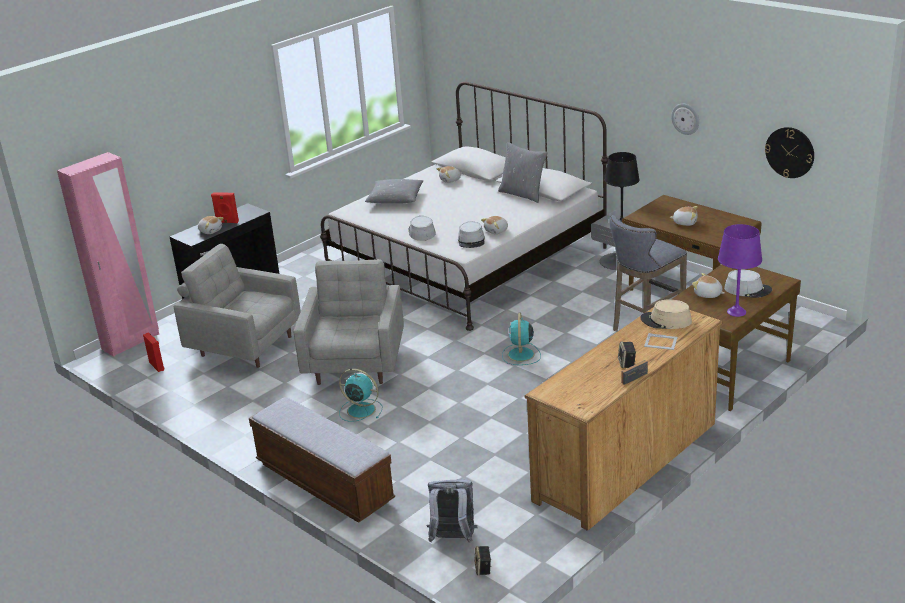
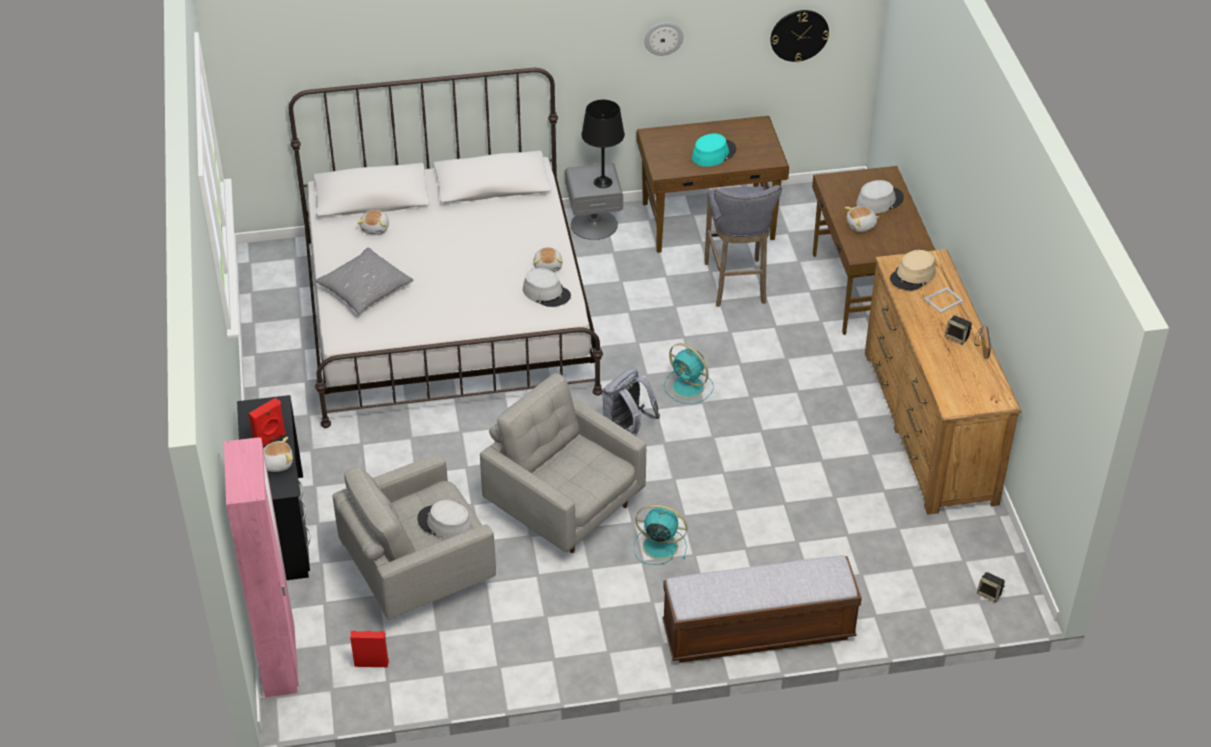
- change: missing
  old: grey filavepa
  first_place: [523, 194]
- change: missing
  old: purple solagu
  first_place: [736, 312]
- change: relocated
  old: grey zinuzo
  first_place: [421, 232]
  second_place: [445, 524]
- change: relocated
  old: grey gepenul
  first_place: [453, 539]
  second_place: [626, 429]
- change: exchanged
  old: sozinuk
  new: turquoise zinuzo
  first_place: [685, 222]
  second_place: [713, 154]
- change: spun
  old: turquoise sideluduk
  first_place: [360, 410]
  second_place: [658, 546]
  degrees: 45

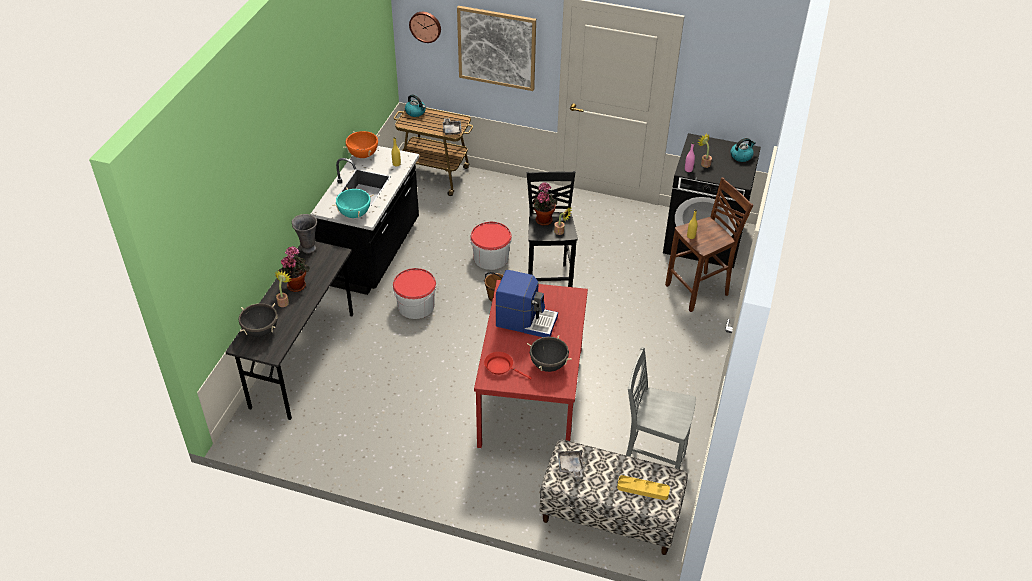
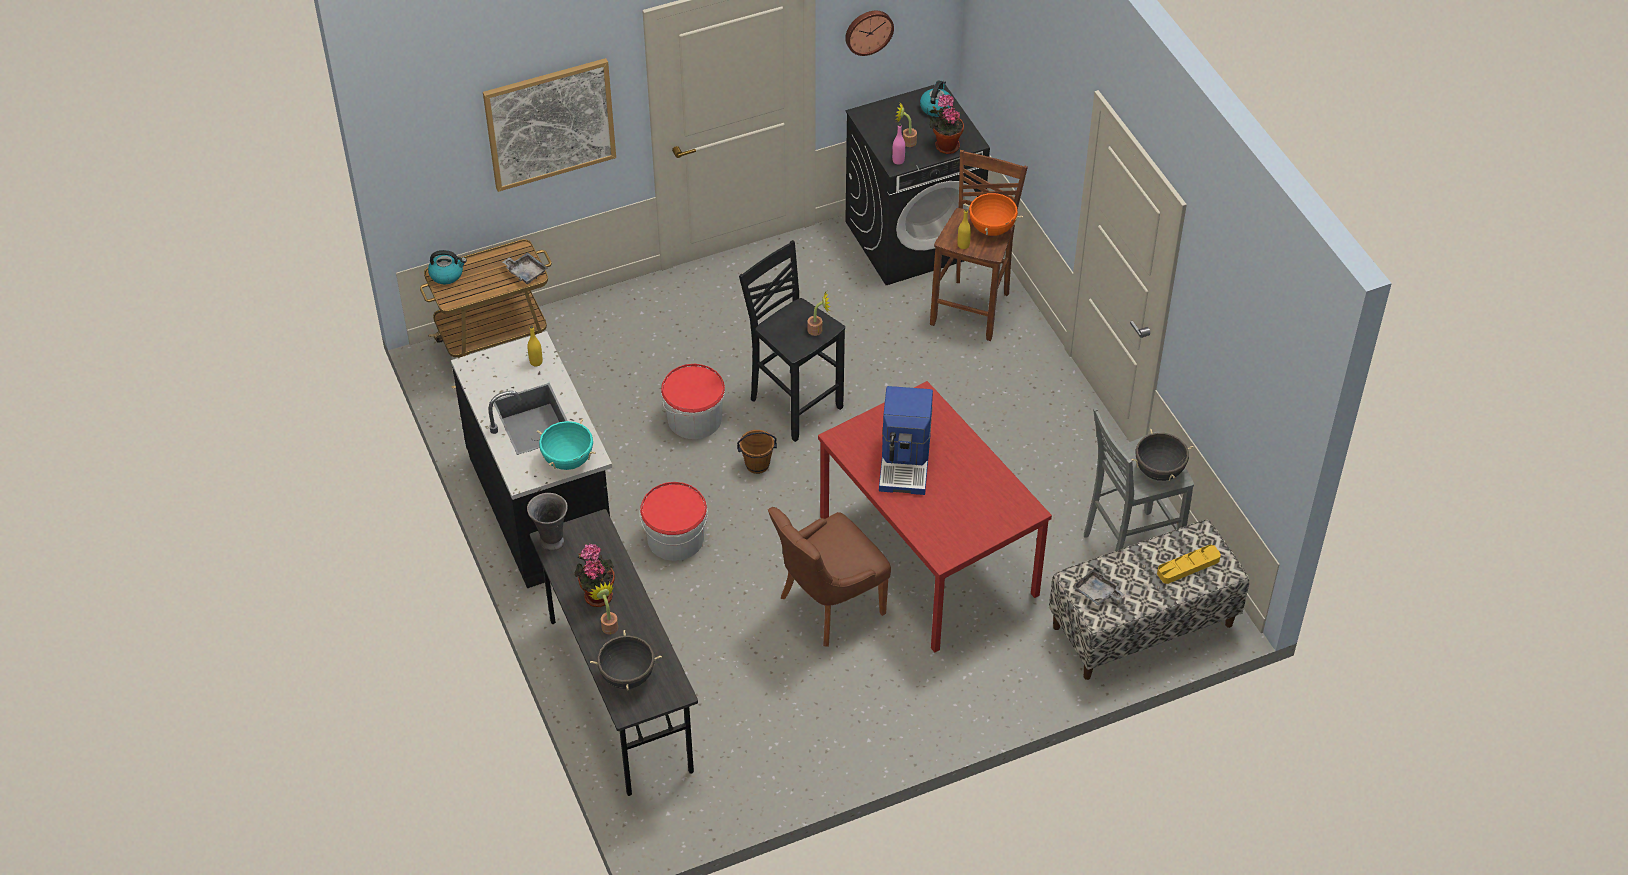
- change: missing
  old: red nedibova
  first_place: [501, 367]
- change: appeared
  new: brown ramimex
  second_place: [828, 606]
- change: relocated
  old: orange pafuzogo
  first_place: [363, 155]
  second_place: [992, 229]
- change: relocated
  old: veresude
  first_place: [425, 26]
  second_place: [868, 31]
- change: relocated
  old: black pafuzogo
  first_place: [548, 365]
  second_place: [1159, 471]
- change: relocated
  old: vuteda
  first_place: [543, 219]
  second_place: [945, 145]
- change: spun
  old: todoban
  first_place: [526, 320]
  second_place: [906, 462]
  degrees: 120

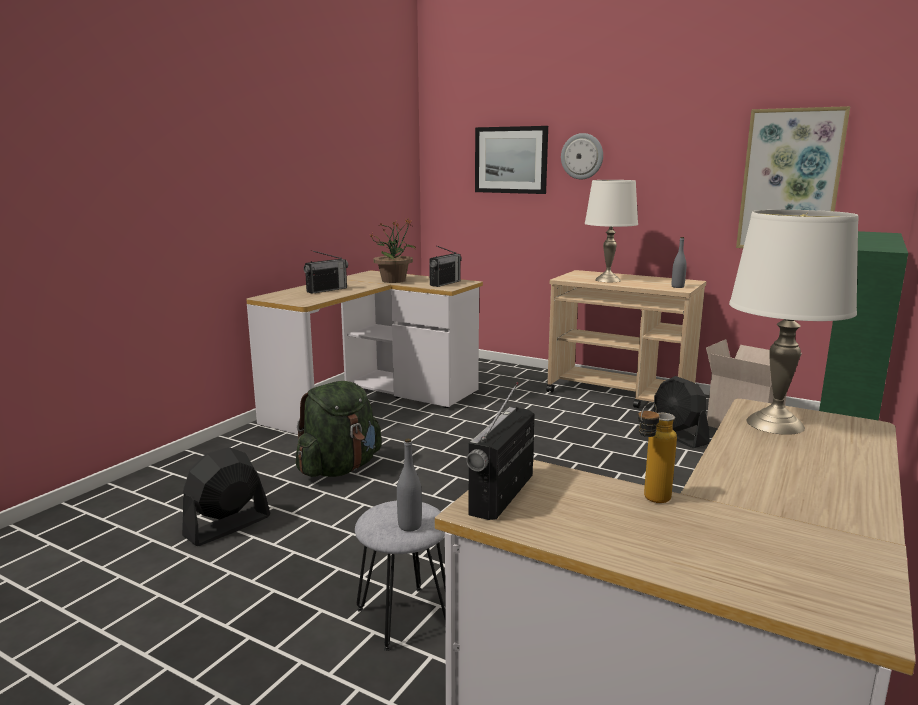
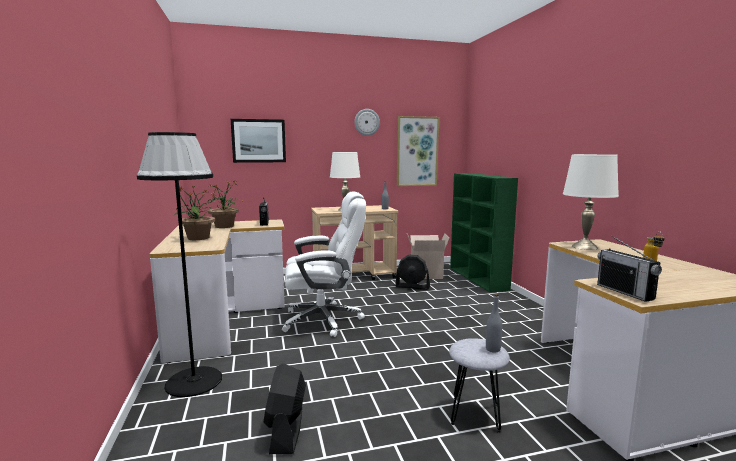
- change: missing
  old: green gepenul
  first_place: [339, 468]
- change: appeared
  new: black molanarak
  second_place: [193, 381]
- change: appeared
  new: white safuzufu
  second_place: [324, 319]
- change: relocated
  old: veresude
  first_place: [582, 156]
  second_place: [366, 122]
- change: exchanged
  old: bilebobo
  new: vuteda
  first_place: [326, 290]
  second_place: [197, 238]

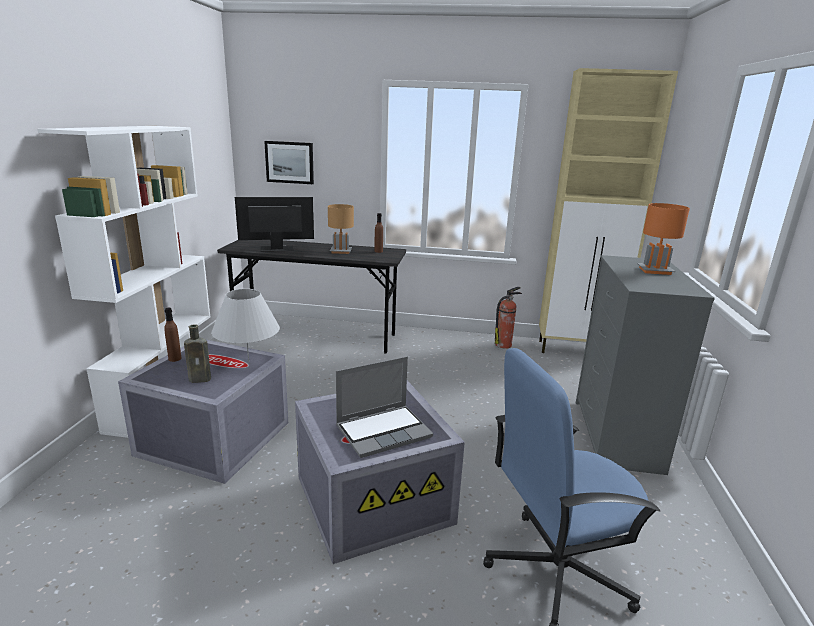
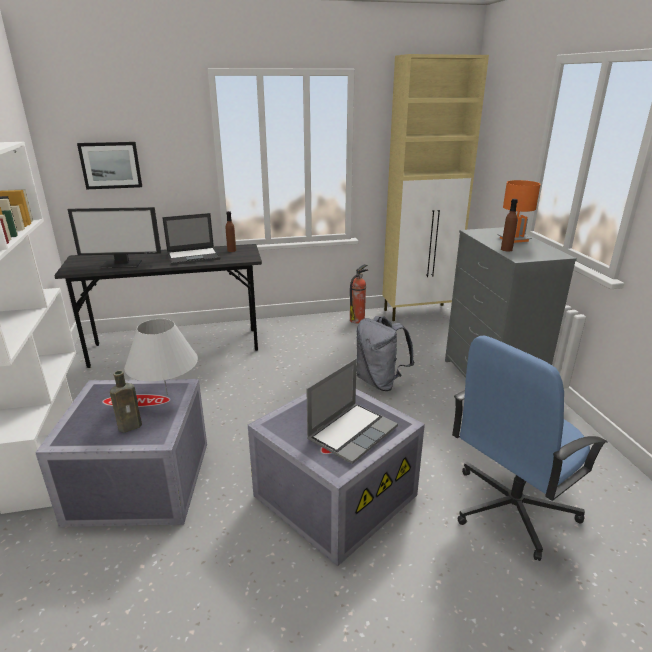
- change: appeared
  new: grey gepenul
  second_place: [380, 382]
- change: relocated
  old: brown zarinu
  first_place: [175, 359]
  second_place: [506, 249]
- change: exchanged
  old: brown solagu
  new: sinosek
  first_place: [341, 251]
  second_place: [194, 256]
- change: spun
  old: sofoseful
  first_place: [276, 249]
  second_place: [122, 264]
  degrees: -150

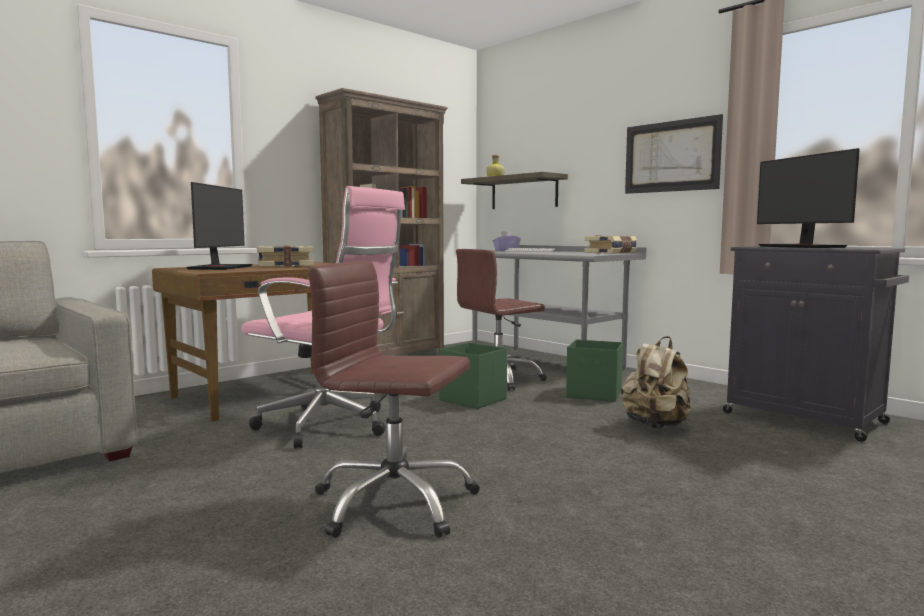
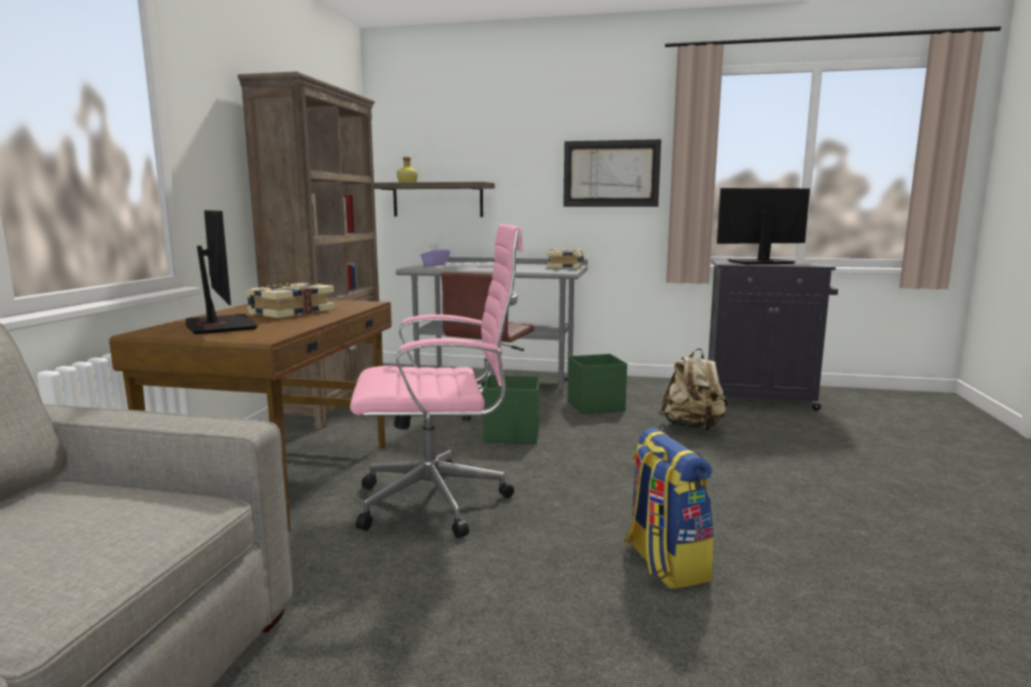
- change: exchanged
  old: brown safuzufu
  new: gepenul
  first_place: [394, 503]
  second_place: [664, 563]
- change: spun
  old: sofoseful
  first_place: [802, 247]
  second_place: [761, 262]
  degrees: 135

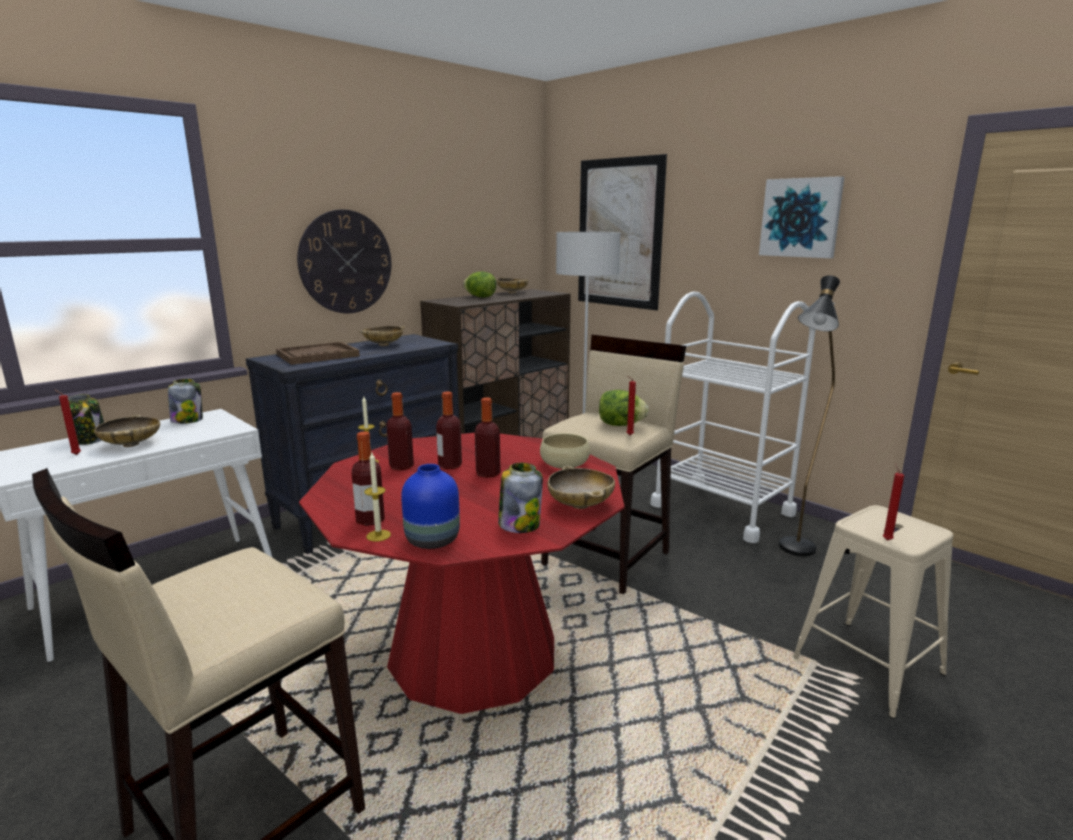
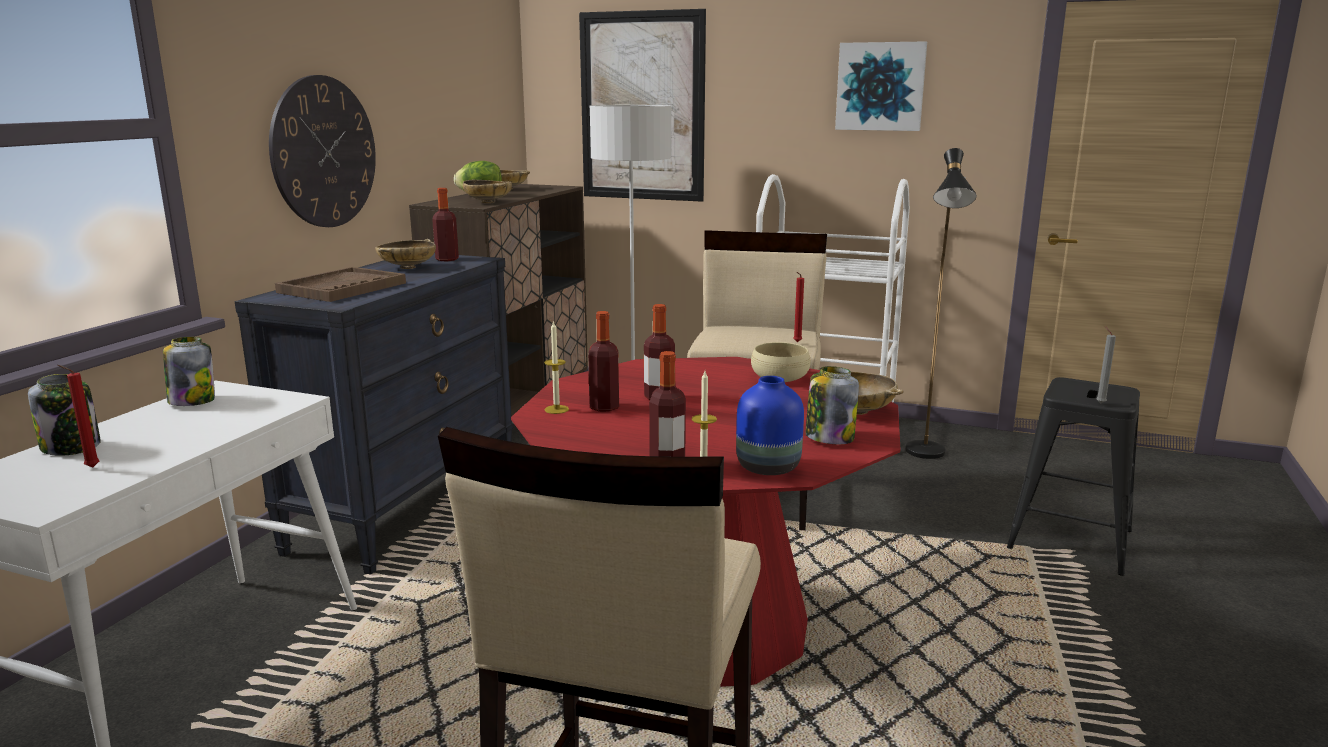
- change: missing
  old: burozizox
  first_place: [620, 425]
- change: relocated
  old: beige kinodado
  first_place: [131, 445]
  second_place: [488, 202]
- change: relocated
  old: zarinu
  first_place: [488, 473]
  second_place: [447, 259]
- change: colour
  old: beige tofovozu
  new: black tofovozu
  first_place: [868, 666]
  second_place: [1070, 540]
- change: colour
  old: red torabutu
  new: grey torabutu
  first_place: [886, 539]
  second_place: [1099, 403]

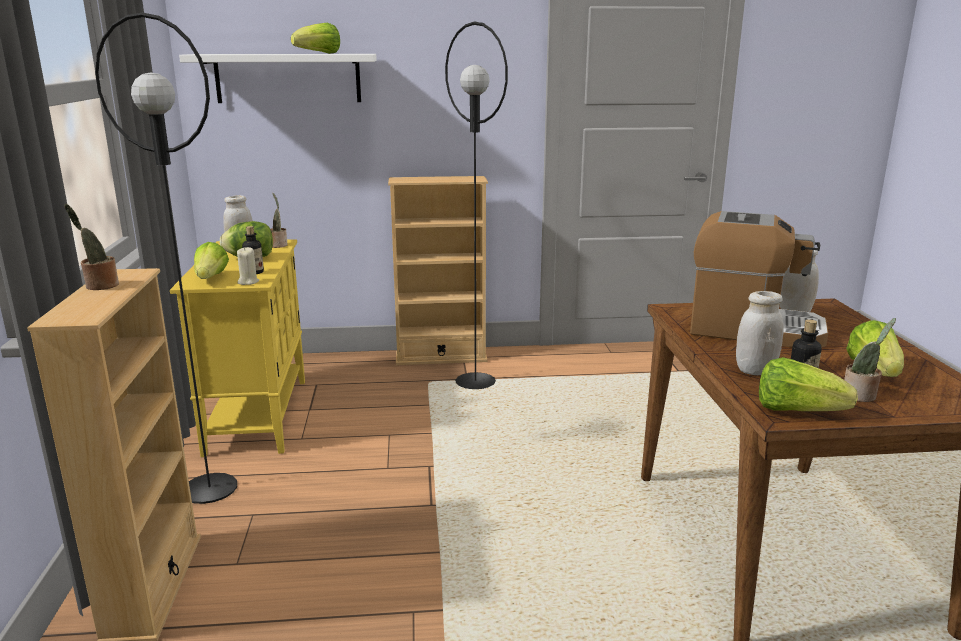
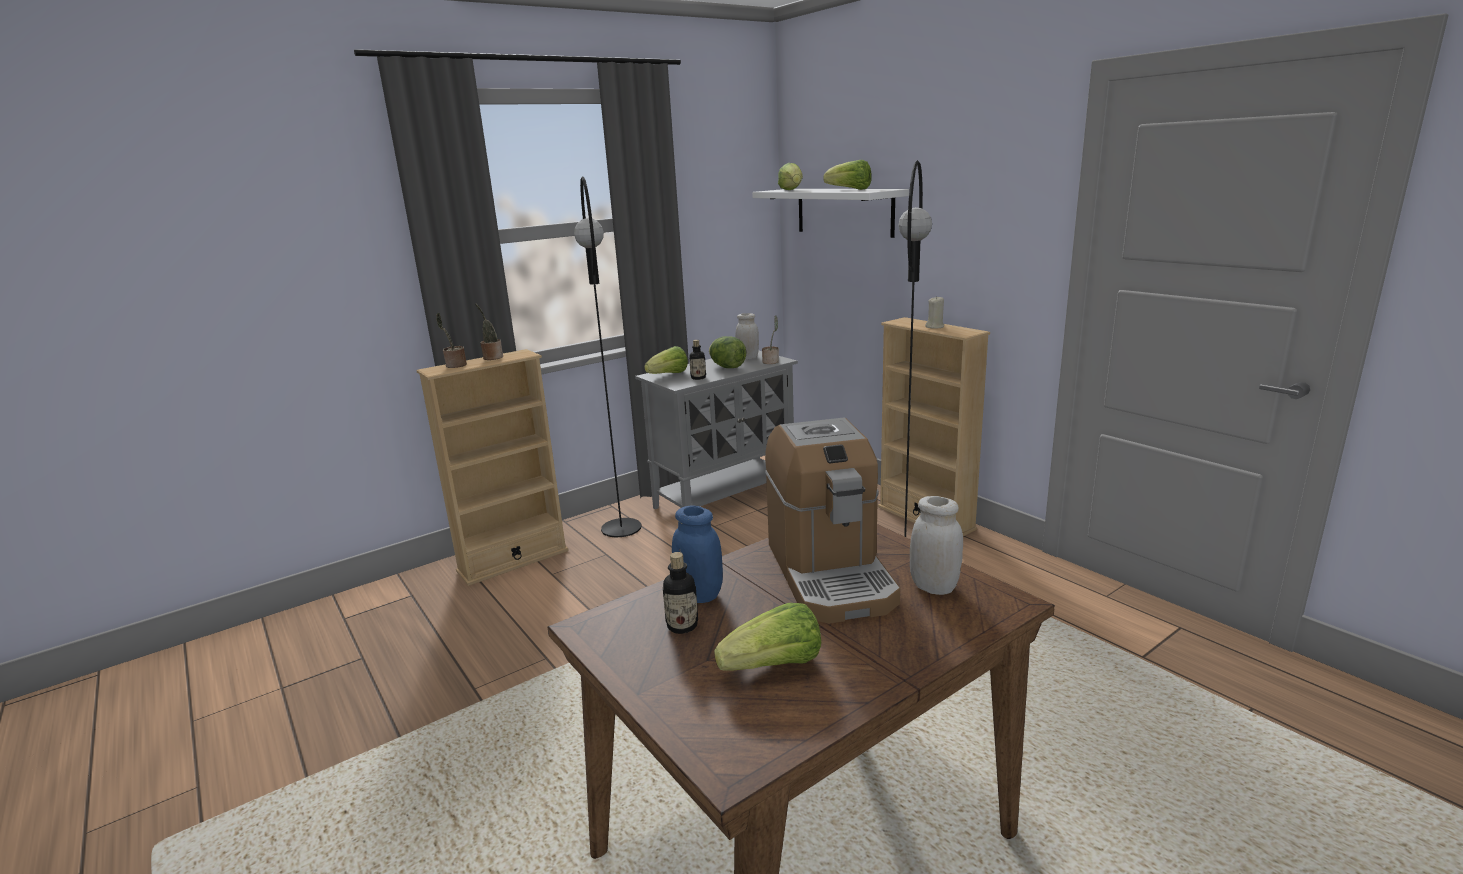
- change: relocated
  old: beige torabutu
  first_place: [248, 282]
  second_place: [935, 327]
- change: relocated
  old: burozizox
  first_place: [796, 411]
  second_place: [792, 190]
- change: relocated
  old: vuteda
  first_place: [861, 396]
  second_place: [455, 365]
- change: colour
  old: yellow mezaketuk
  new: grey mezaketuk
  first_place: [258, 415]
  second_place: [726, 498]
- change: colour
  old: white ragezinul
  new: blue ragezinul
  first_place: [755, 370]
  second_place: [700, 595]

